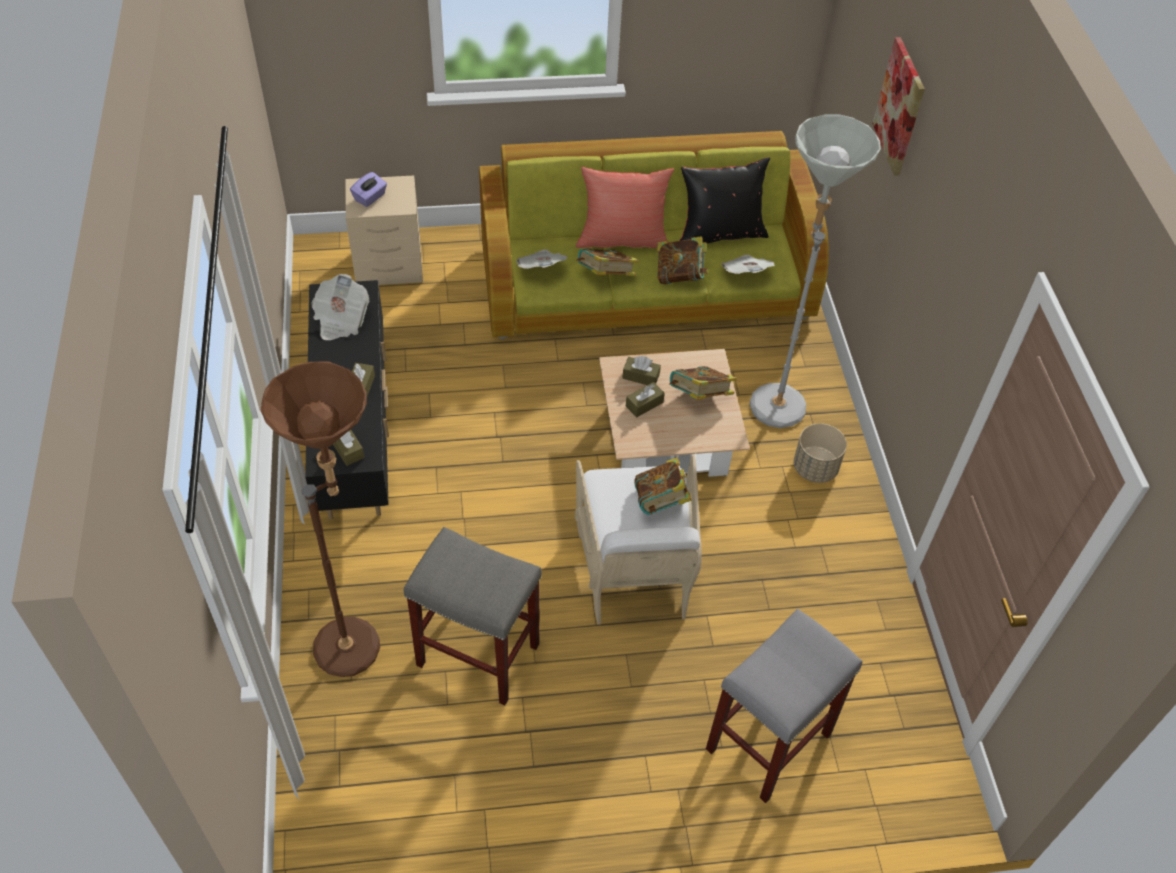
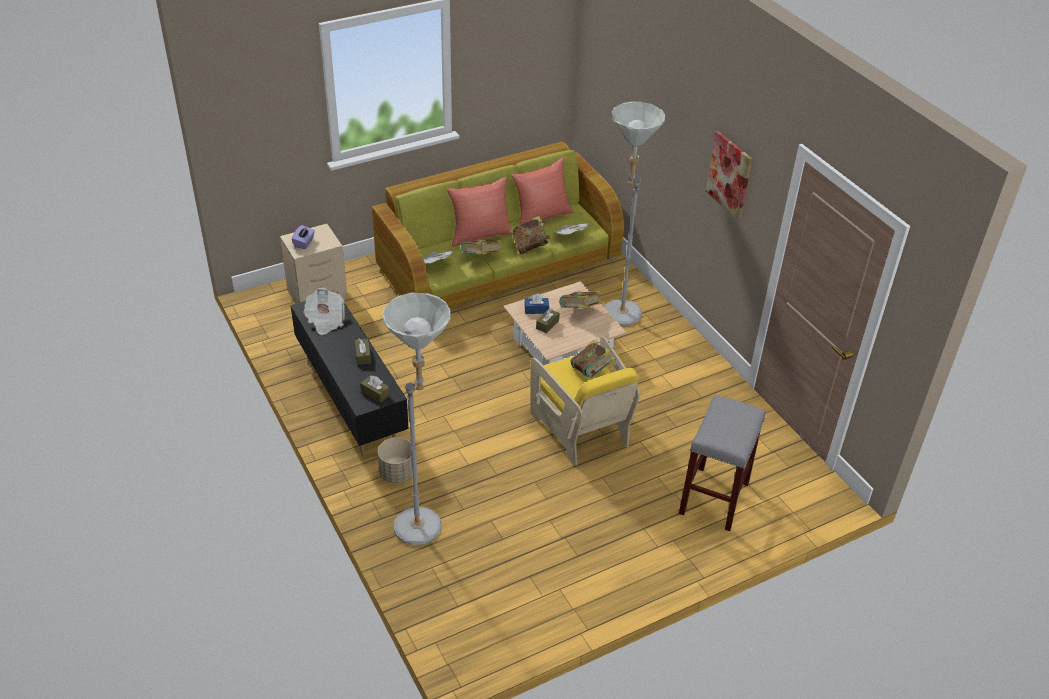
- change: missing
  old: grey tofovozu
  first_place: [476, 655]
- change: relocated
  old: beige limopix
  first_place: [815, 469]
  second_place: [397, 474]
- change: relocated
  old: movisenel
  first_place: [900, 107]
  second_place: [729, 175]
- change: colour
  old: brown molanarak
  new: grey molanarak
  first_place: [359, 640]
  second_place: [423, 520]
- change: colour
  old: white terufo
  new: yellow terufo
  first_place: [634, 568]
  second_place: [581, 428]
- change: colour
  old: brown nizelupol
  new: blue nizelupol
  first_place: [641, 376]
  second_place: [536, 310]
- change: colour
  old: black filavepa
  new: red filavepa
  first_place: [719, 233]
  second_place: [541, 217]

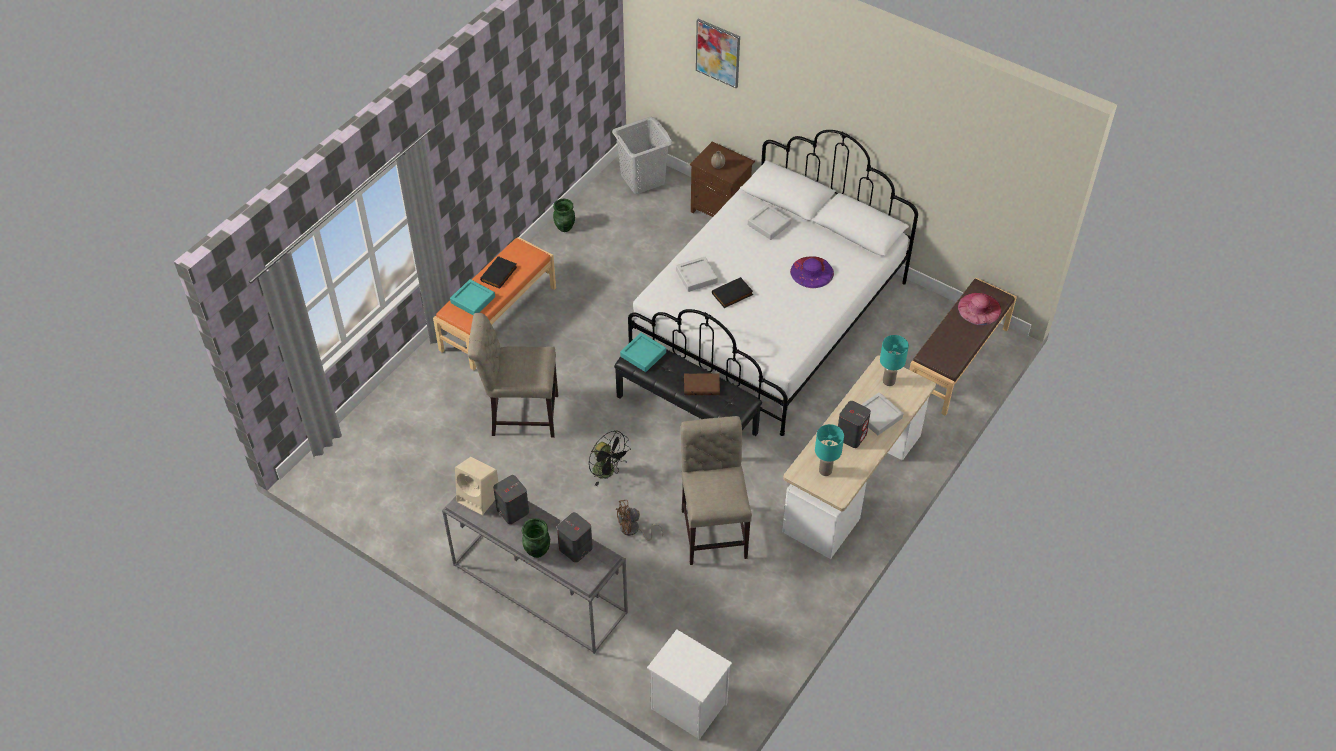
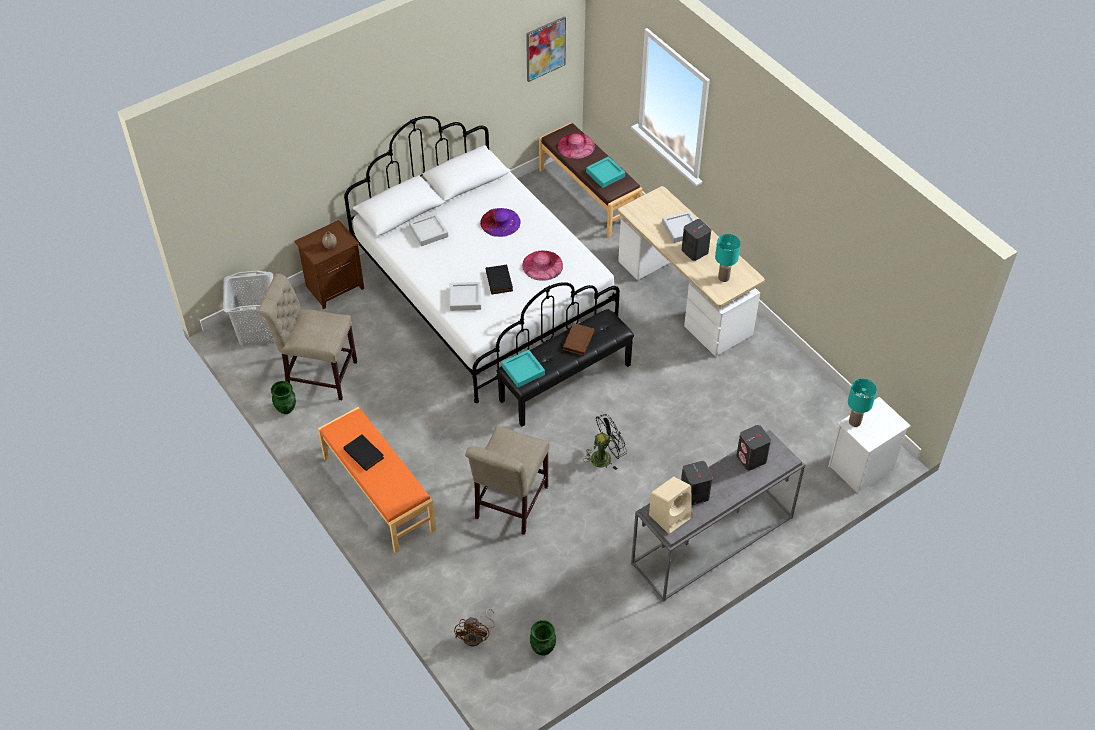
- change: appeared
  new: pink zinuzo
  second_place: [542, 265]
- change: relocated
  old: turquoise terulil
  first_place: [473, 300]
  second_place: [605, 174]
- change: relocated
  old: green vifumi
  first_place: [537, 551]
  second_place: [543, 649]
- change: relocated
  old: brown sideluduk
  first_place: [633, 530]
  second_place: [477, 636]
- change: relocated
  old: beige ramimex
  first_place: [713, 529]
  second_place: [317, 374]
- change: relocated
  old: movisenel
  first_place: [718, 53]
  second_place: [545, 48]
- change: relocated
  old: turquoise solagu
  first_place: [888, 381]
  second_place: [854, 422]

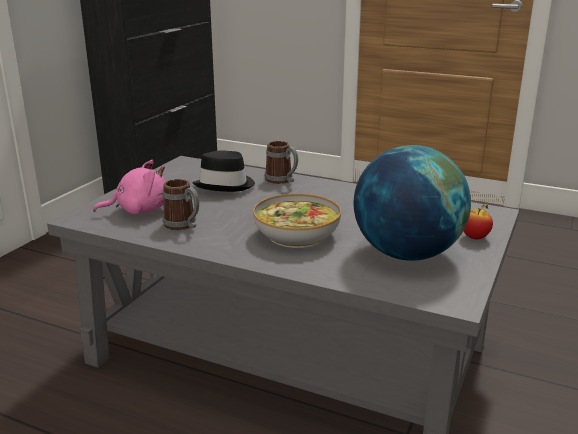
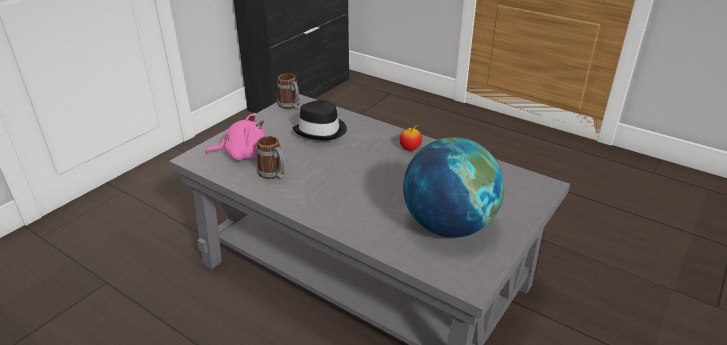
- change: missing
  old: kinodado
  first_place: [297, 235]
- change: relocated
  old: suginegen
  first_place: [282, 181]
  second_place: [291, 106]
- change: relocated
  old: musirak
  first_place: [475, 238]
  second_place: [410, 149]

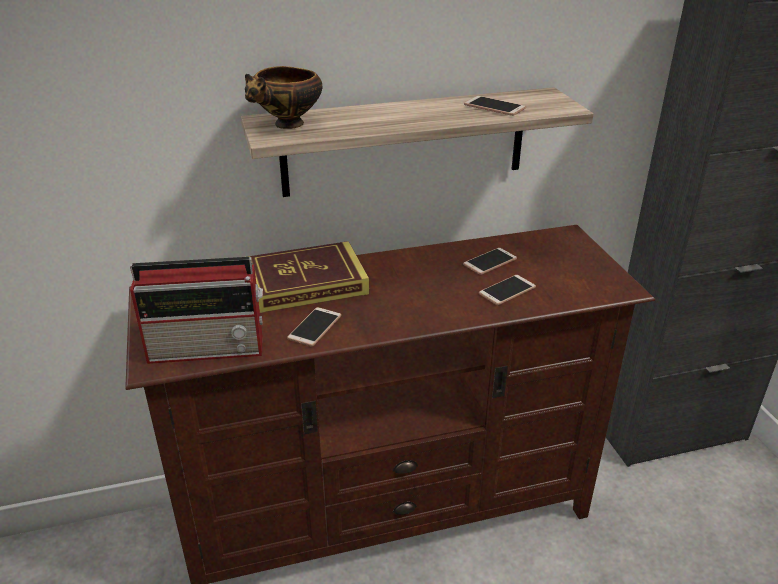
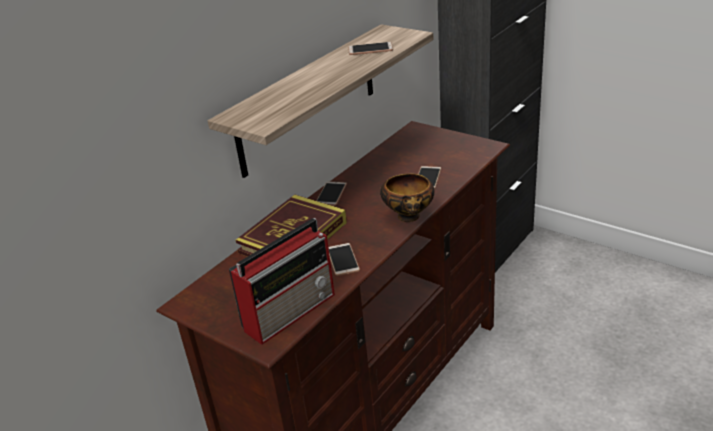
- change: relocated
  old: kinodado
  first_place: [287, 125]
  second_place: [409, 217]
- change: relocated
  old: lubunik
  first_place: [490, 262]
  second_place: [331, 194]

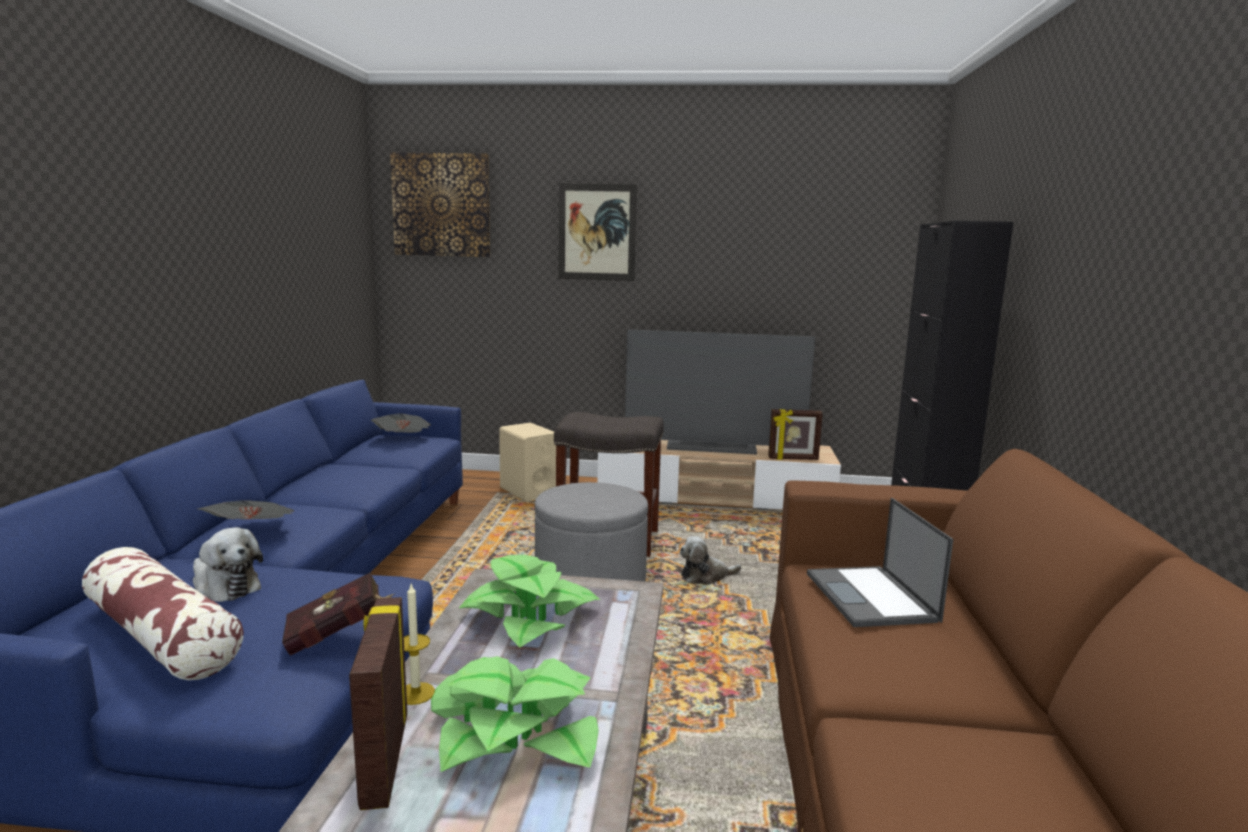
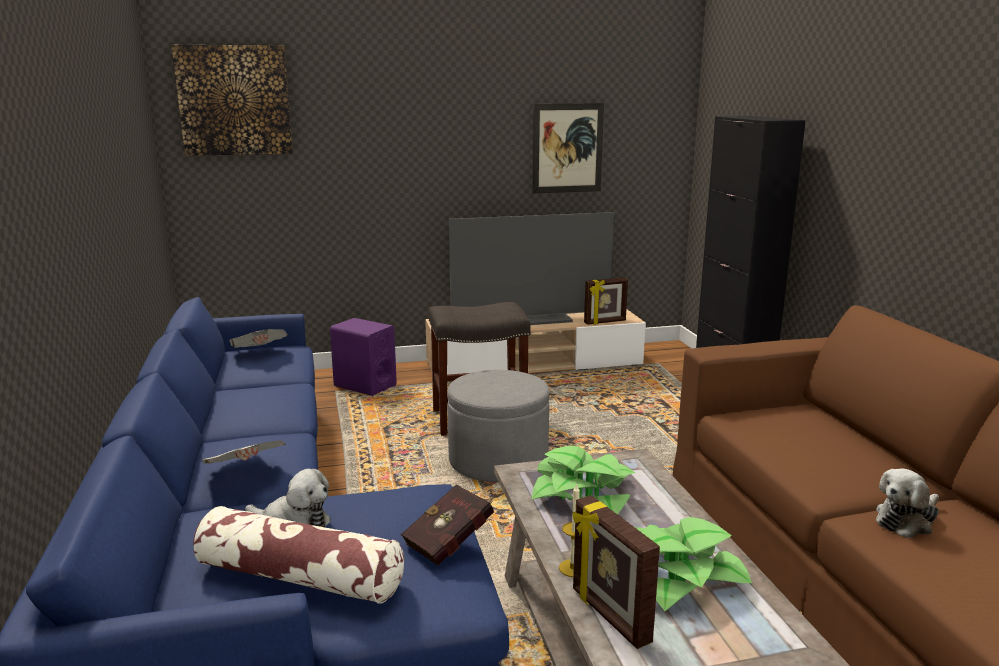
- change: missing
  old: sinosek
  first_place: [872, 597]
- change: relocated
  old: movisenel
  first_place: [597, 232]
  second_place: [567, 148]
- change: relocated
  old: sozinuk
  first_place: [705, 577]
  second_place: [907, 520]
- change: colour
  old: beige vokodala
  new: purple vokodala
  first_place: [528, 491]
  second_place: [365, 385]

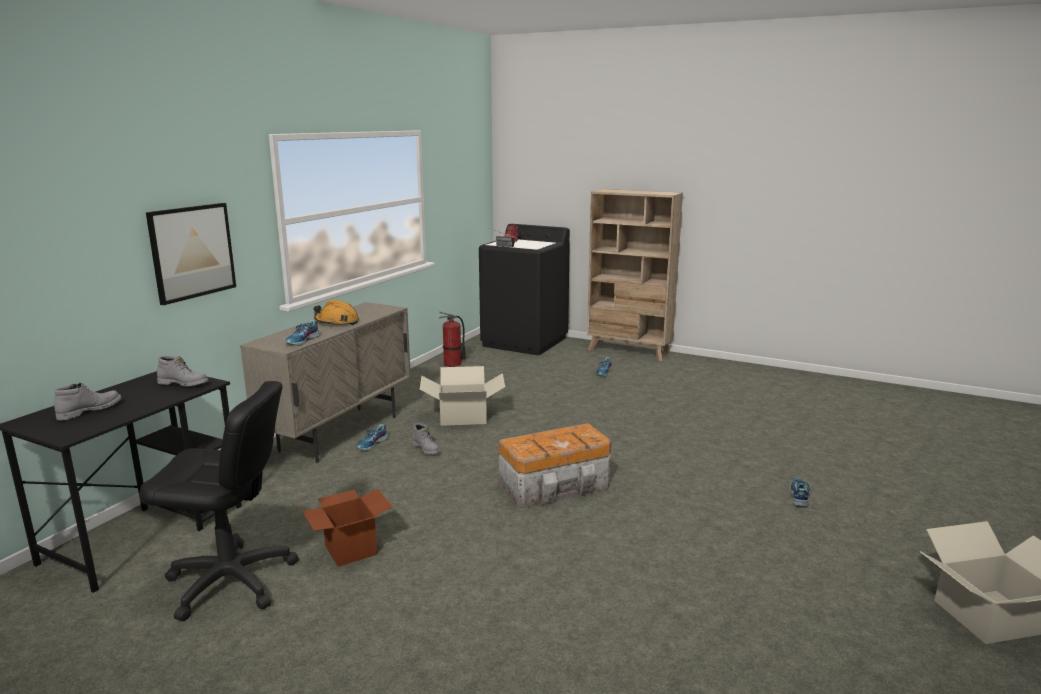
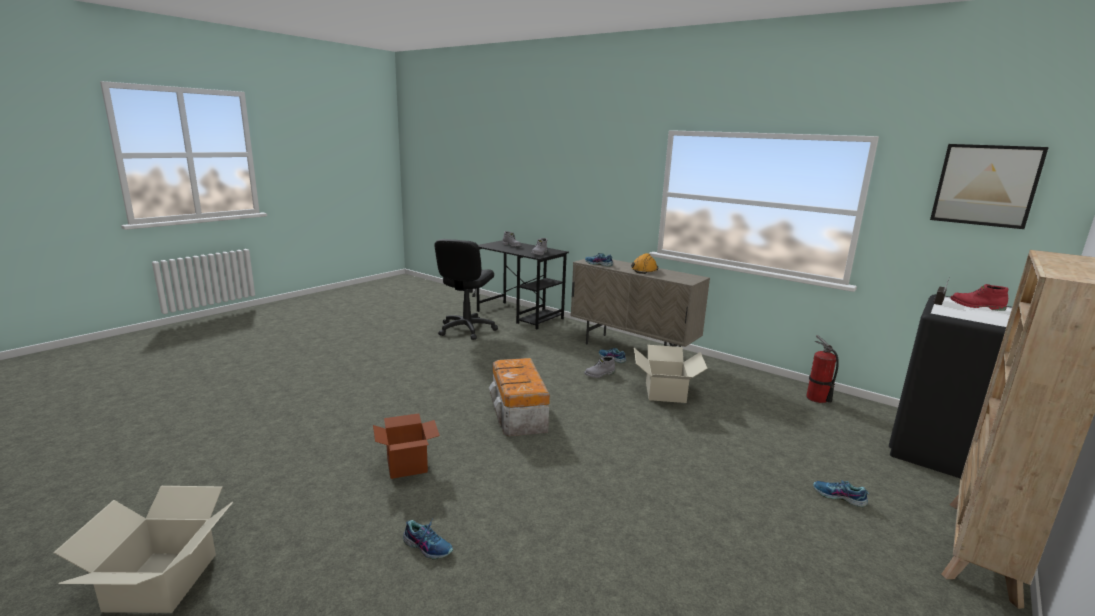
- change: relocated
  old: movisenel
  first_place: [192, 252]
  second_place: [985, 185]
- change: relocated
  old: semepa
  first_place: [351, 550]
  second_place: [407, 466]

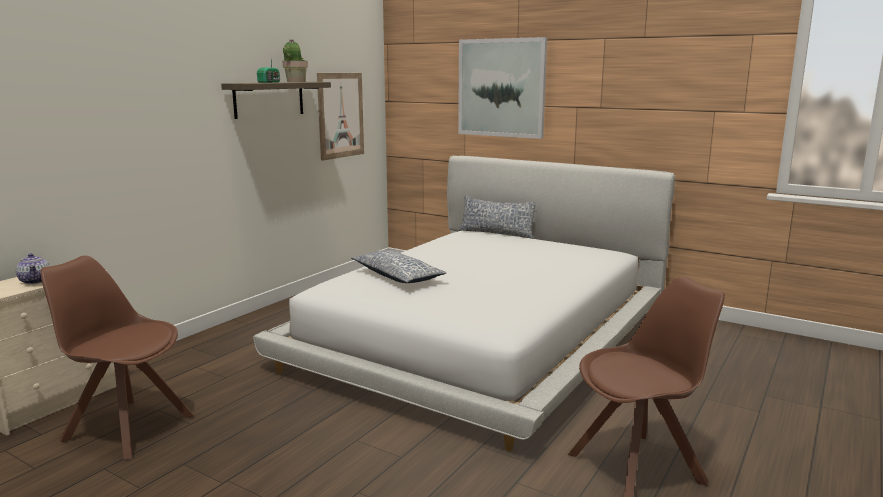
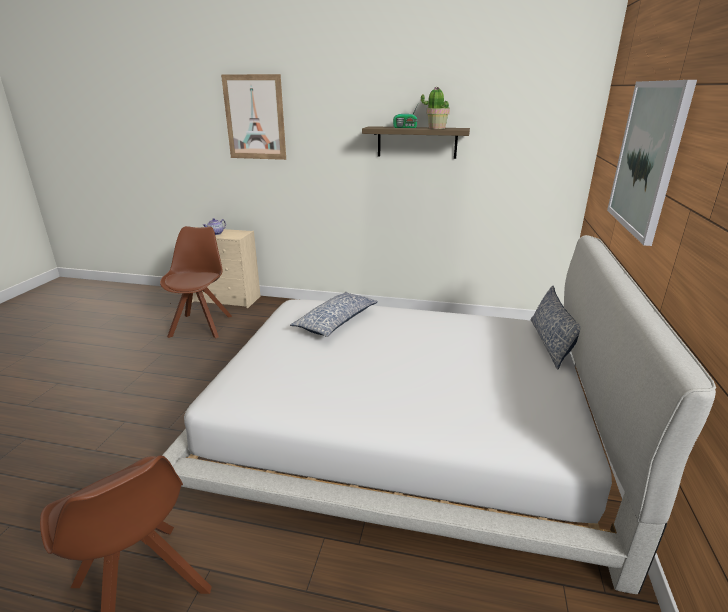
- change: relocated
  old: movisenel
  first_place: [340, 115]
  second_place: [255, 117]

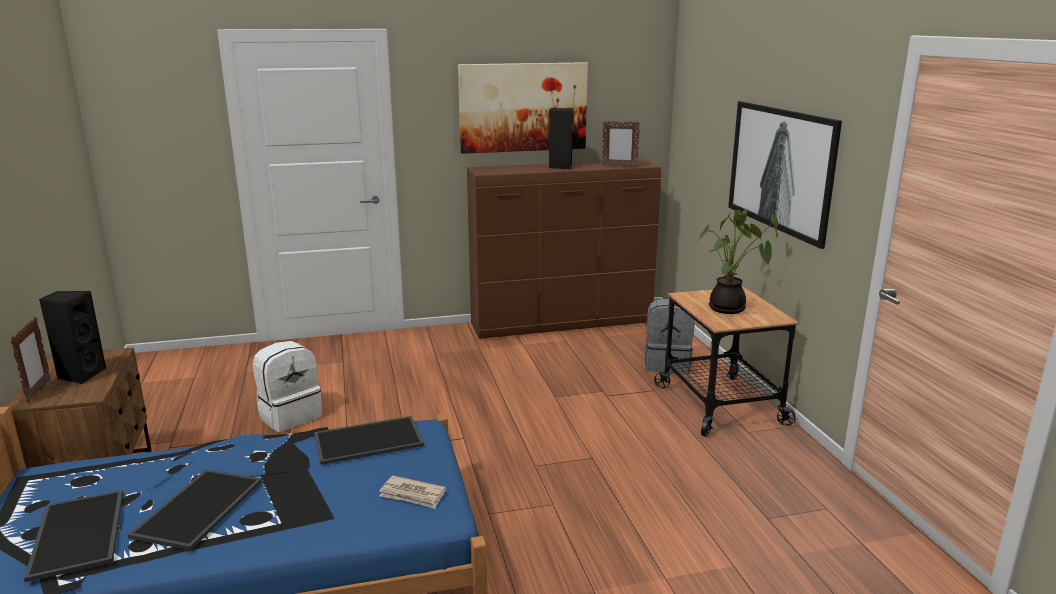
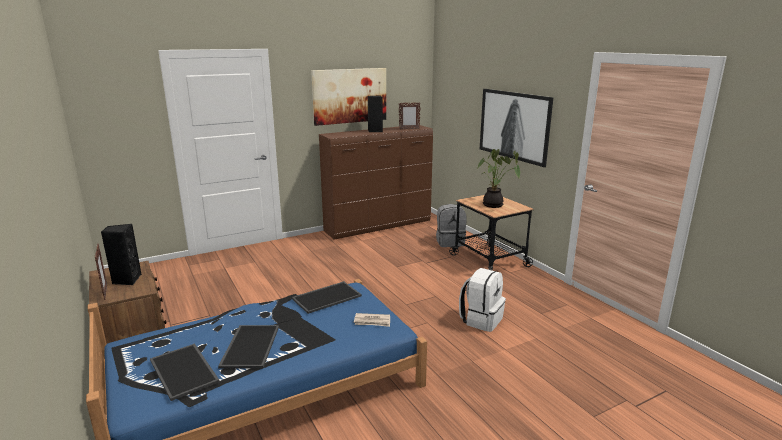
- change: relocated
  old: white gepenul
  first_place: [290, 416]
  second_place: [481, 320]

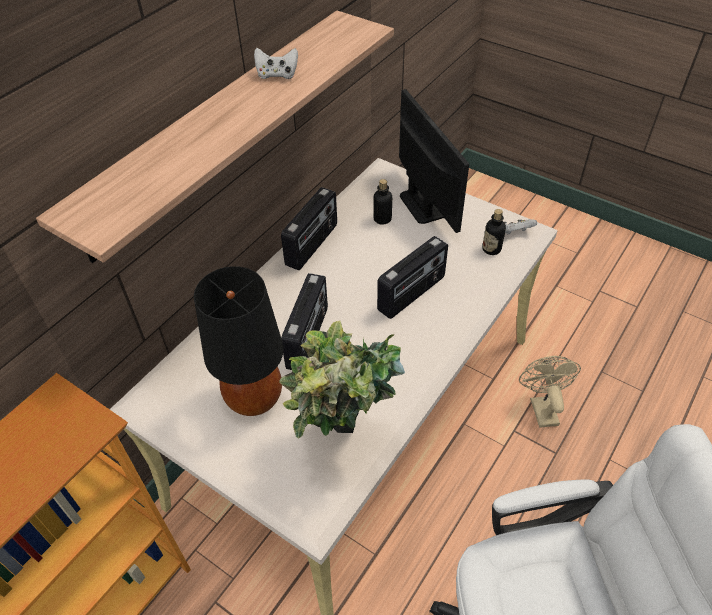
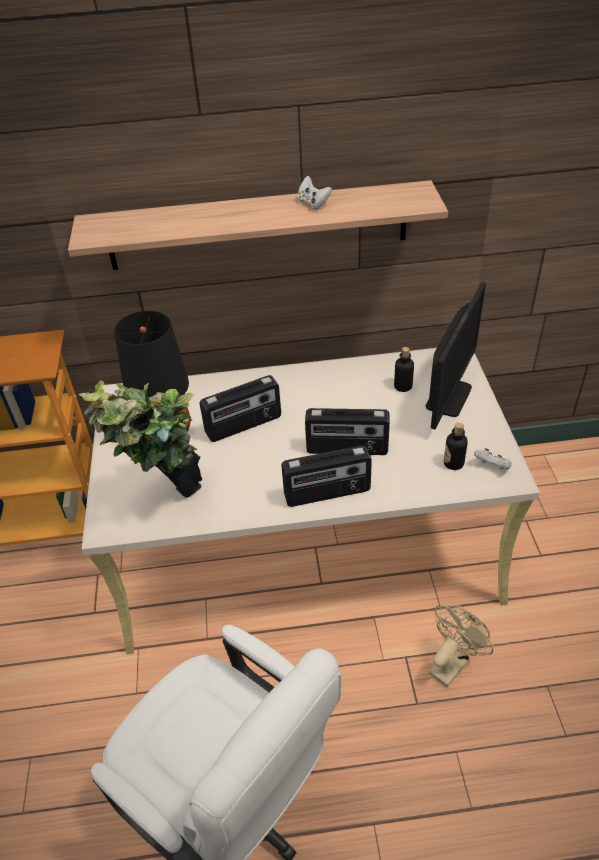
- change: relocated
  old: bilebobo
  first_place: [312, 245]
  second_place: [327, 493]

